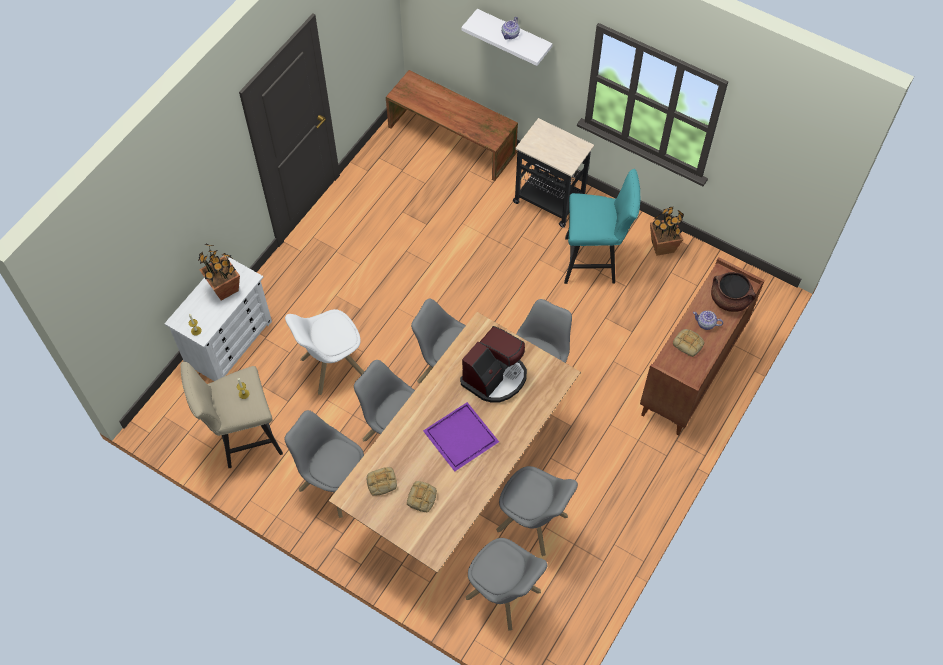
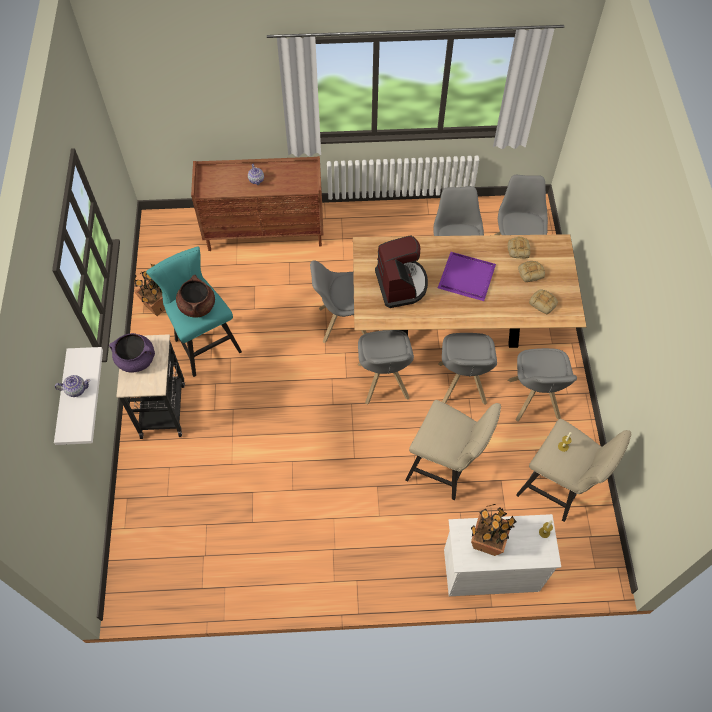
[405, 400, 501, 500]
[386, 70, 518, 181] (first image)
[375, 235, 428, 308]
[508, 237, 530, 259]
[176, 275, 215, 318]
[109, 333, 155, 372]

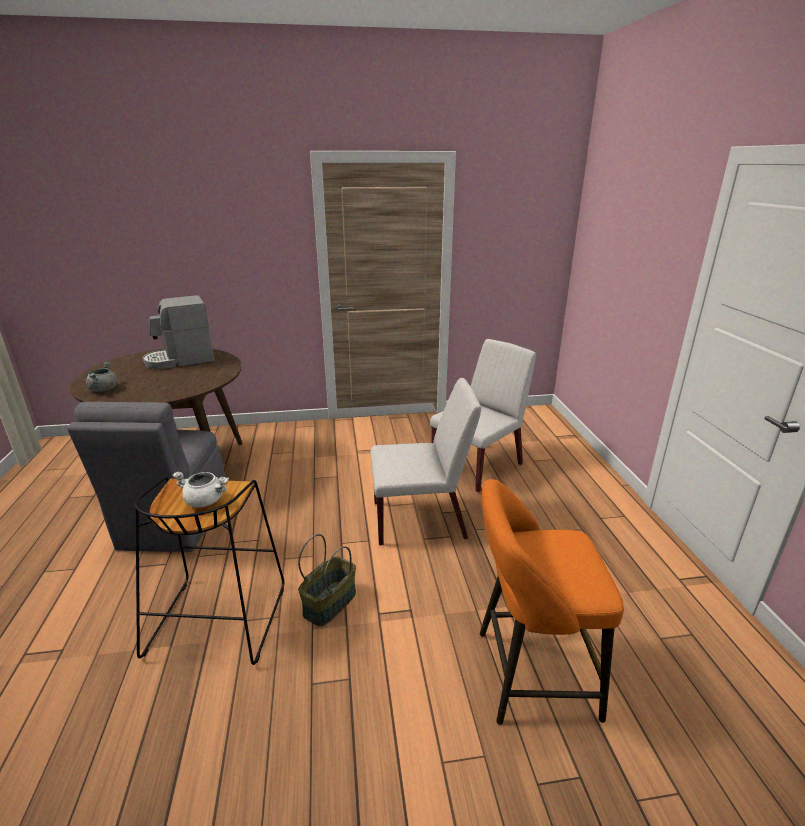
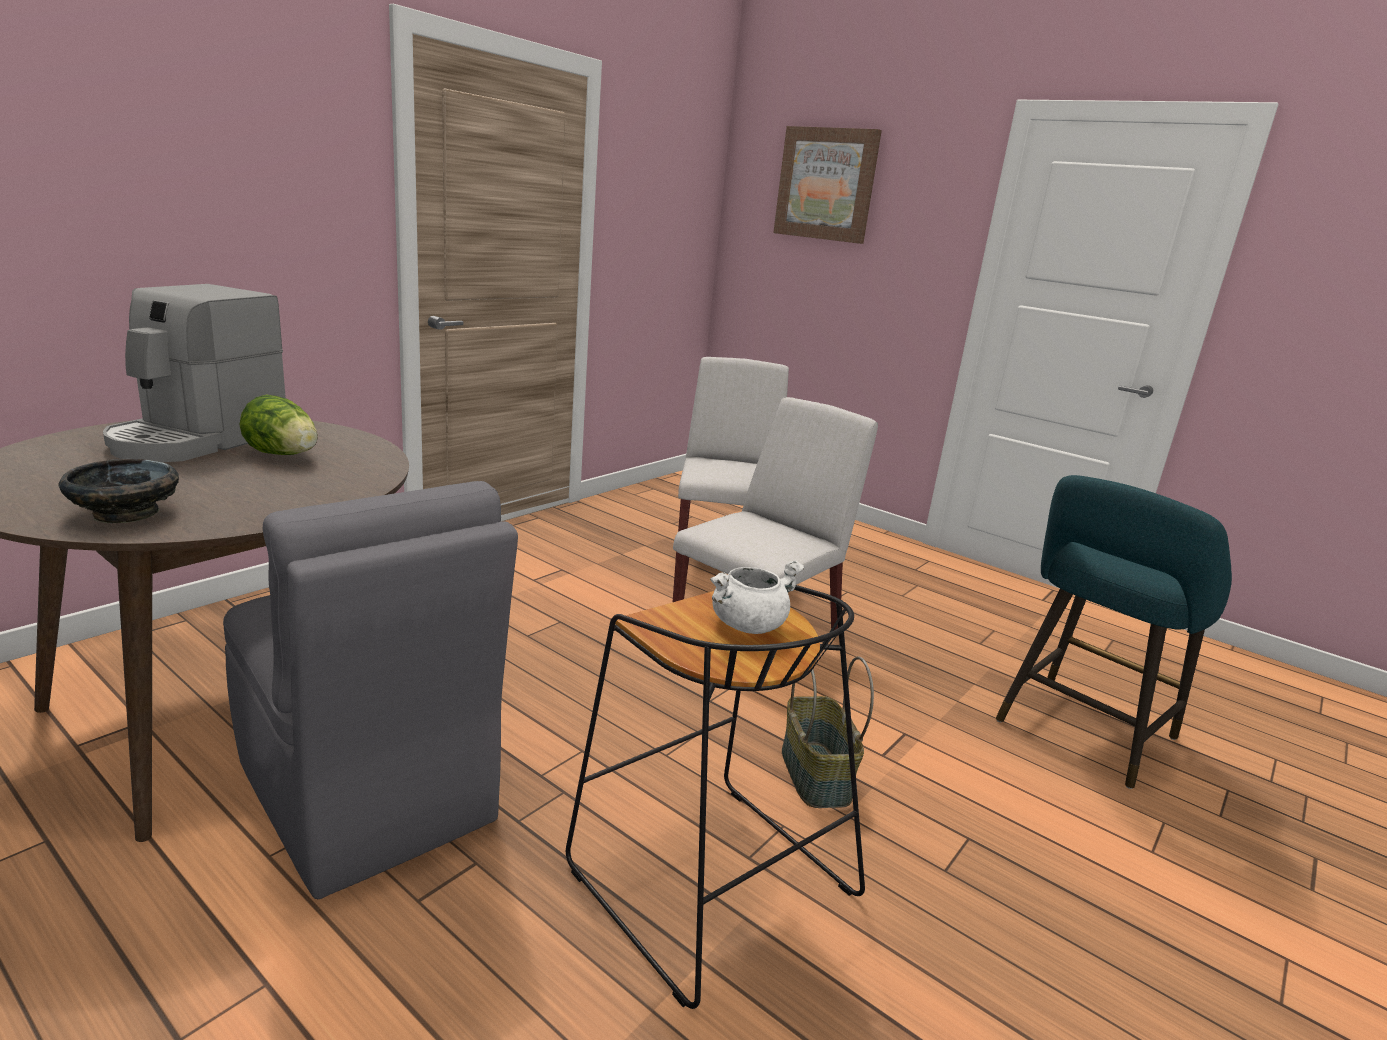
[58, 459, 179, 524]
[996, 475, 1232, 789]
[239, 394, 318, 455]
[773, 126, 882, 244]

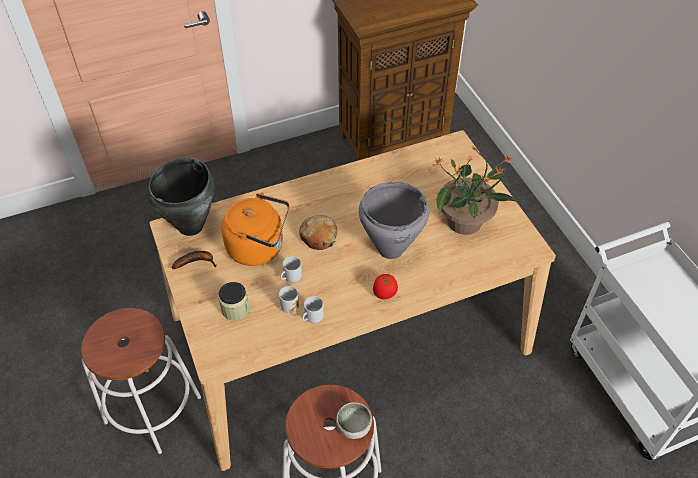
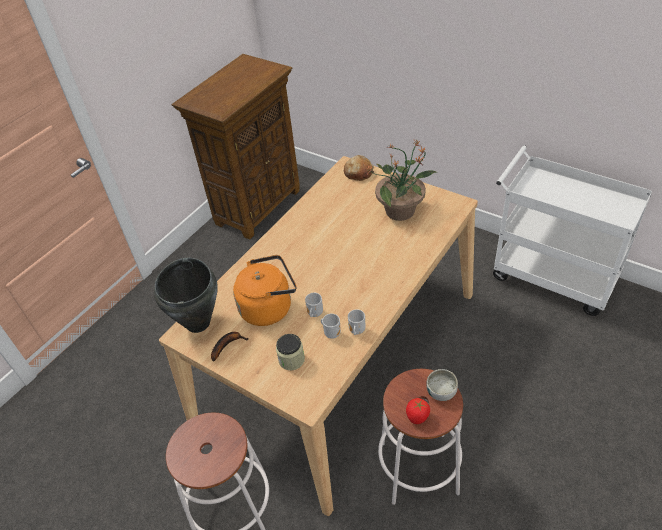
[344, 155, 374, 181]
[359, 182, 429, 259] (first image)
[406, 398, 430, 424]

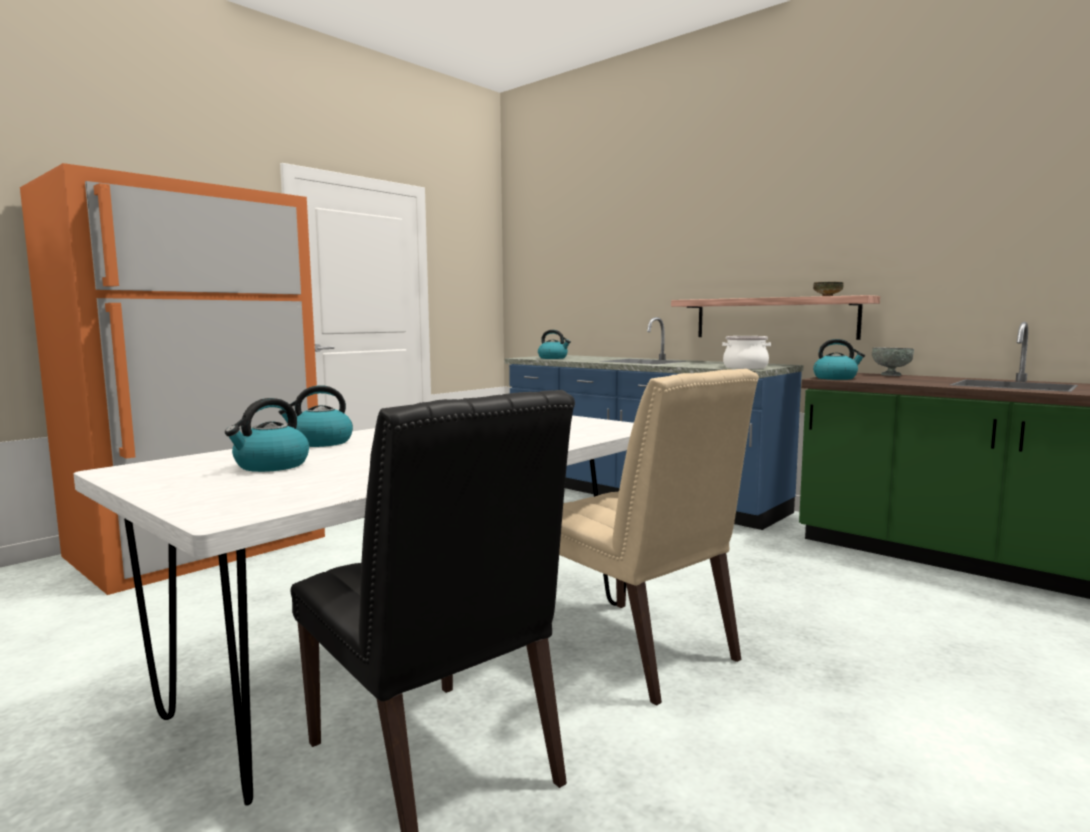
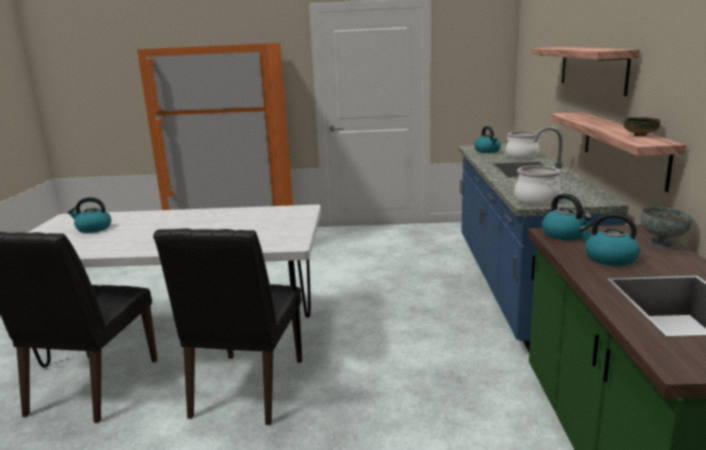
[579, 213, 640, 266]
[153, 229, 302, 425]
[506, 131, 539, 159]
[531, 47, 640, 96]

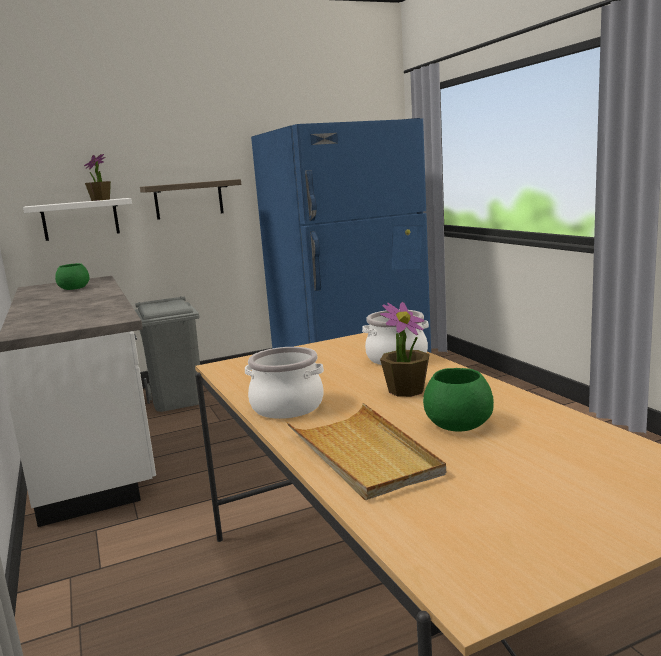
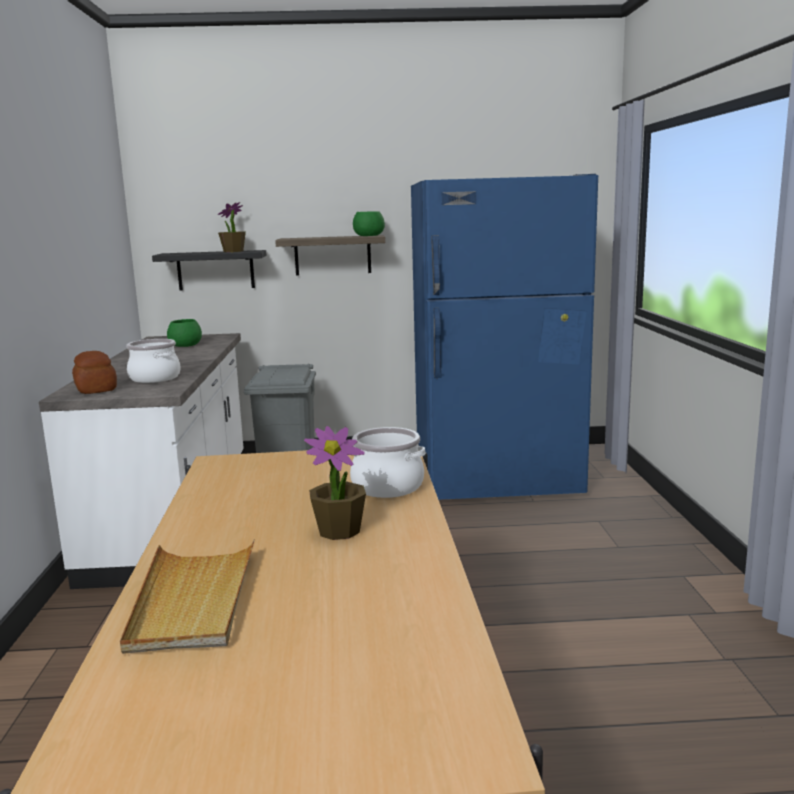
[152, 250, 267, 290]
[126, 339, 181, 383]
[353, 211, 385, 236]
[72, 351, 117, 394]

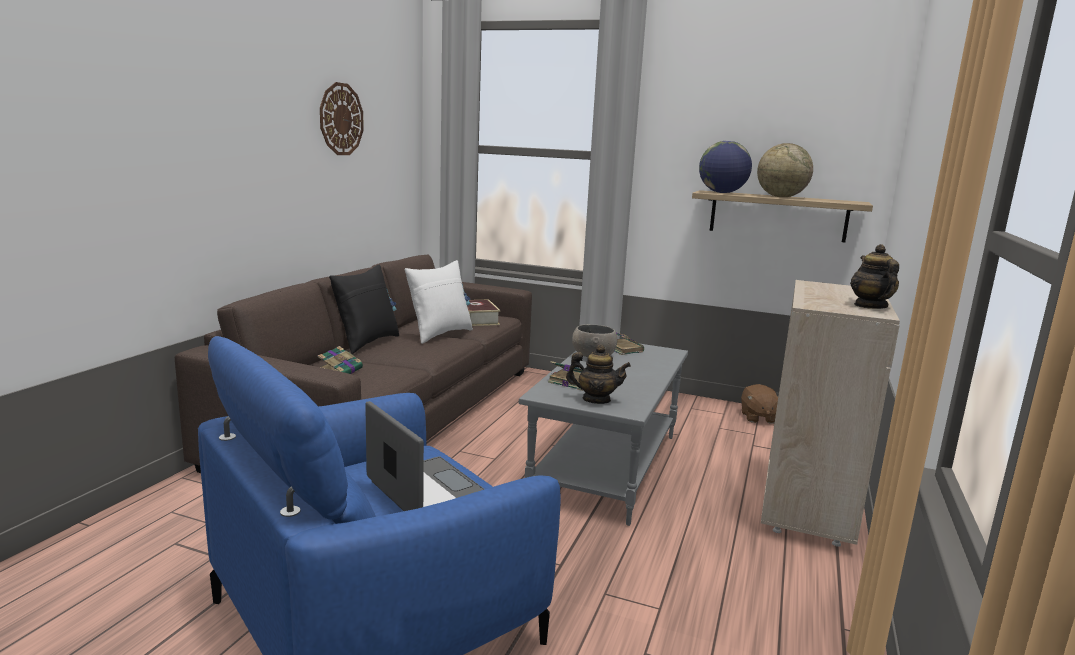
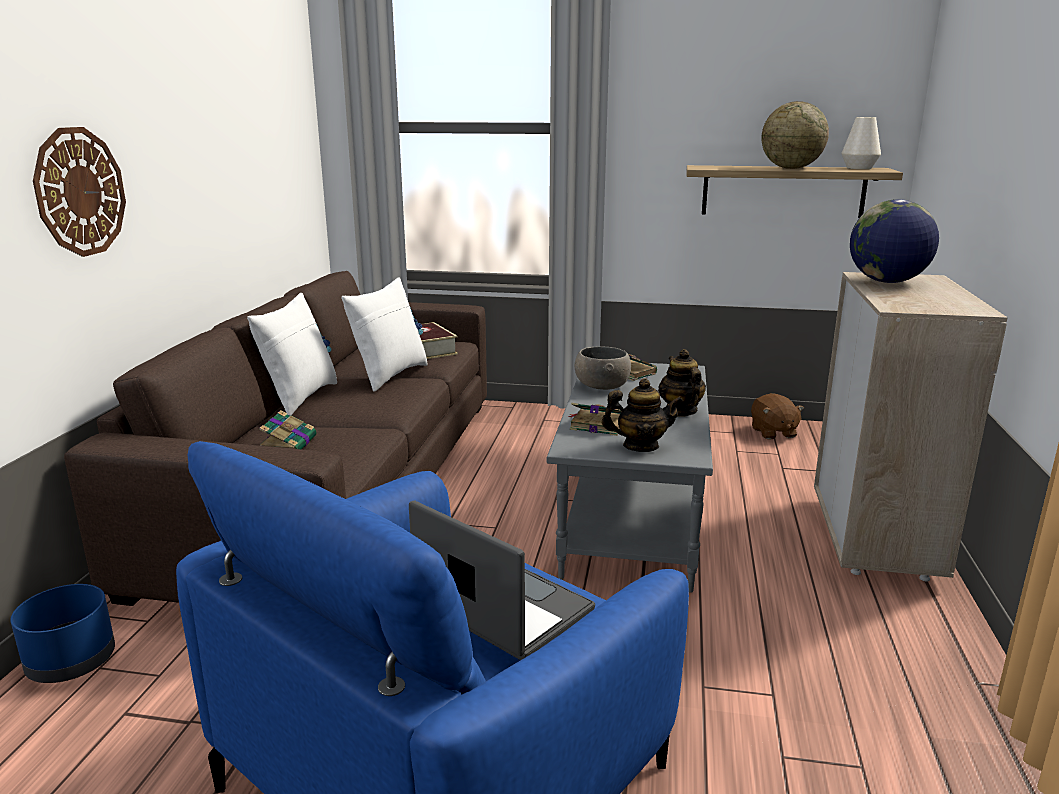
[33, 127, 126, 257]
[247, 293, 337, 416]
[850, 199, 939, 283]
[658, 349, 706, 417]
[10, 584, 115, 683]
[842, 117, 881, 169]

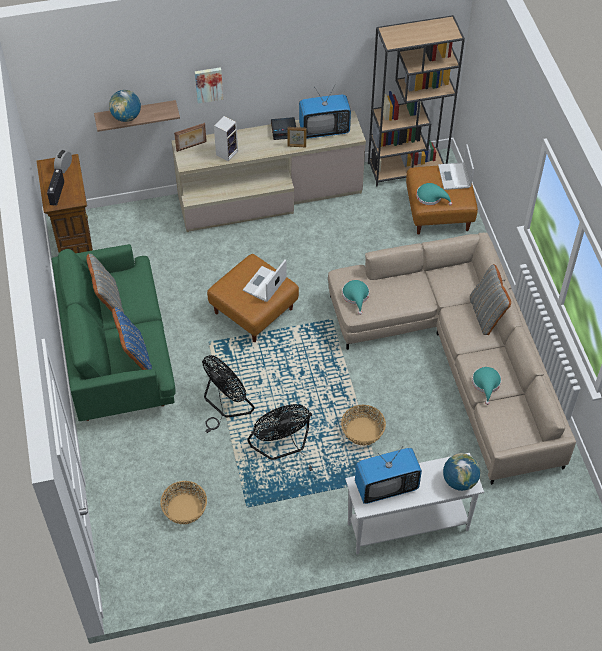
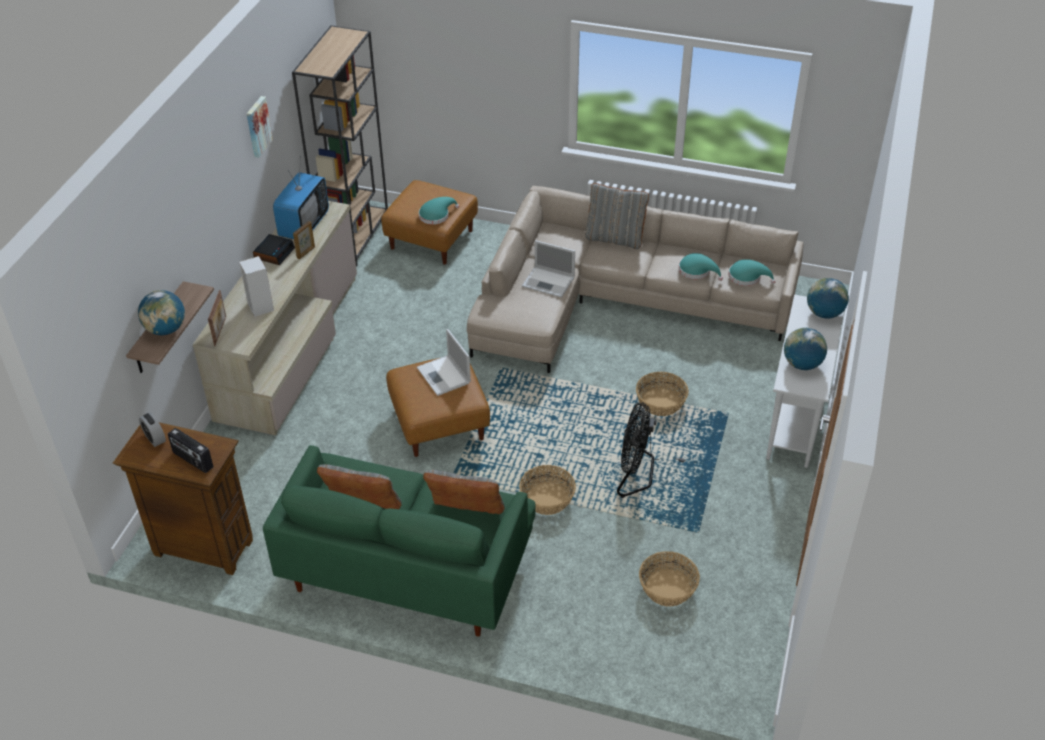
[423, 470, 505, 514]
[246, 96, 273, 158]
[519, 465, 576, 515]
[728, 259, 776, 286]
[784, 328, 827, 370]
[522, 240, 575, 298]

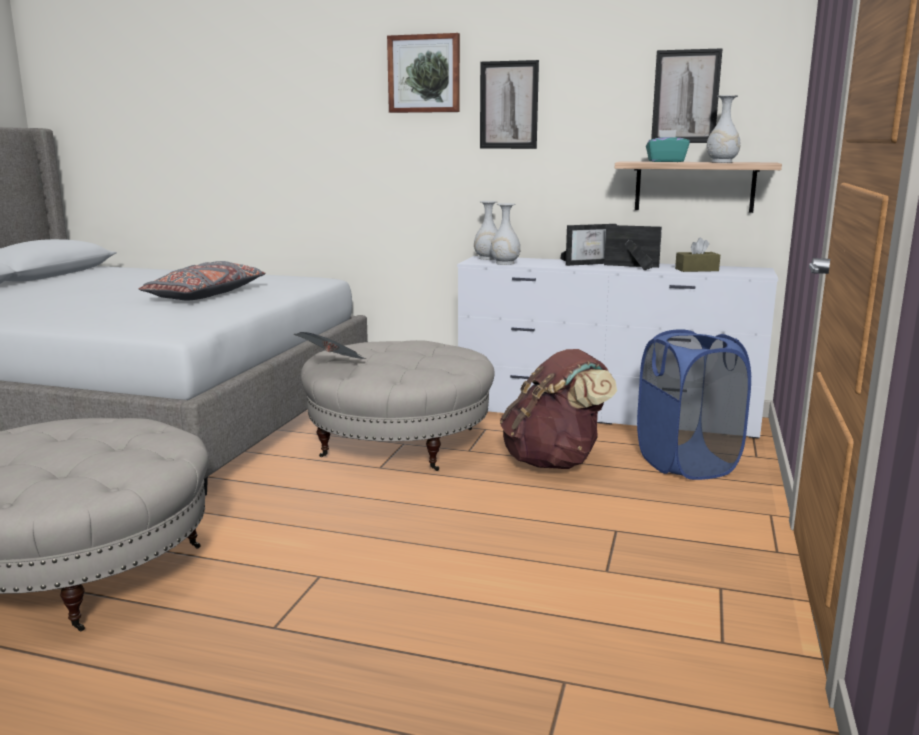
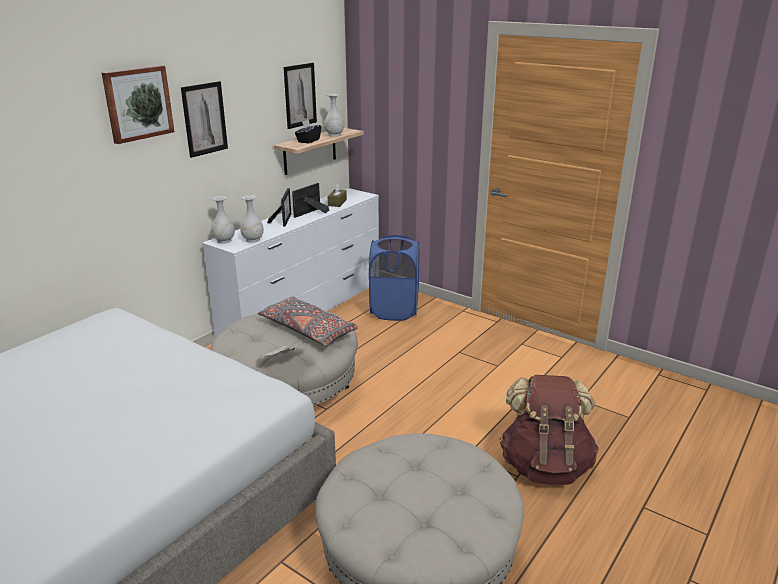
[258, 297, 358, 346]
[499, 375, 599, 485]
[295, 119, 321, 144]

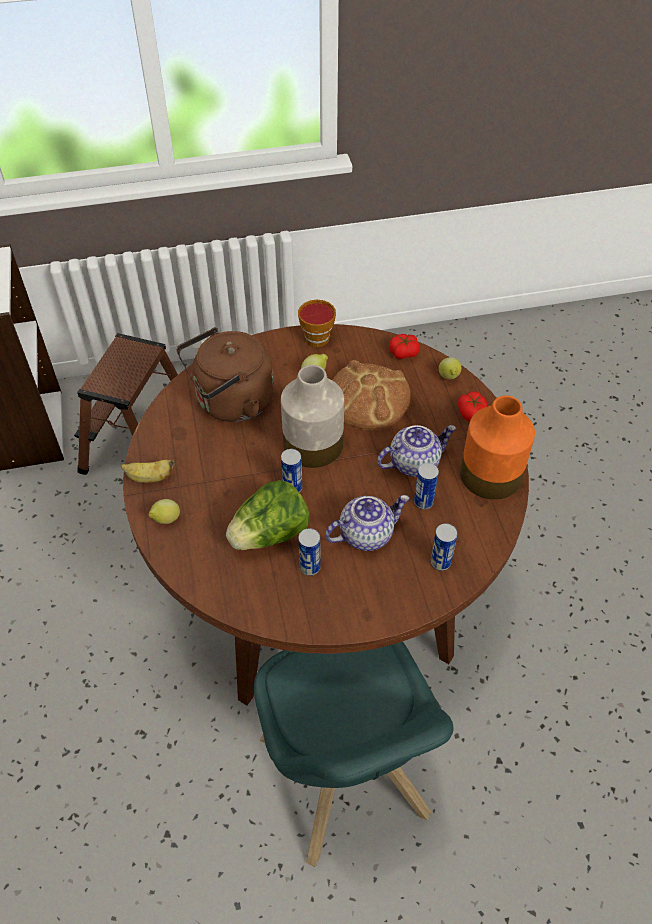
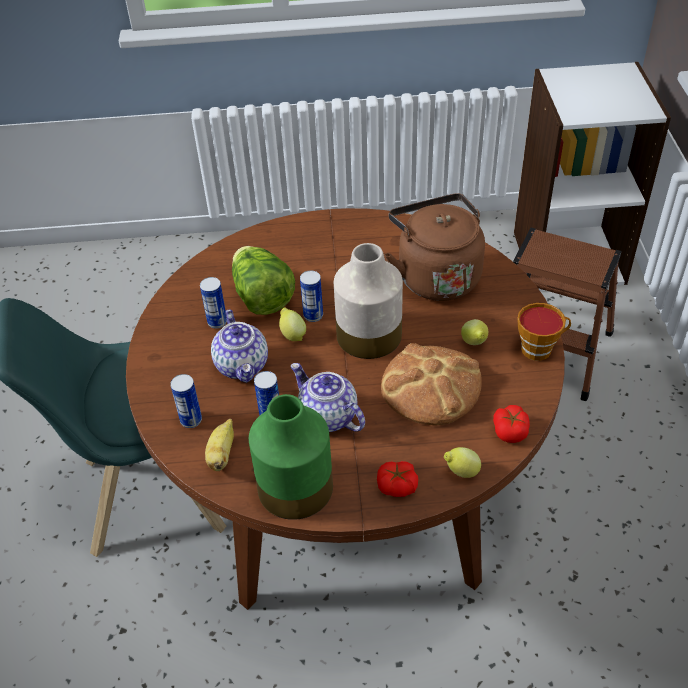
[205, 419, 234, 471]
[279, 307, 306, 341]
[291, 363, 365, 432]
[249, 394, 333, 520]

